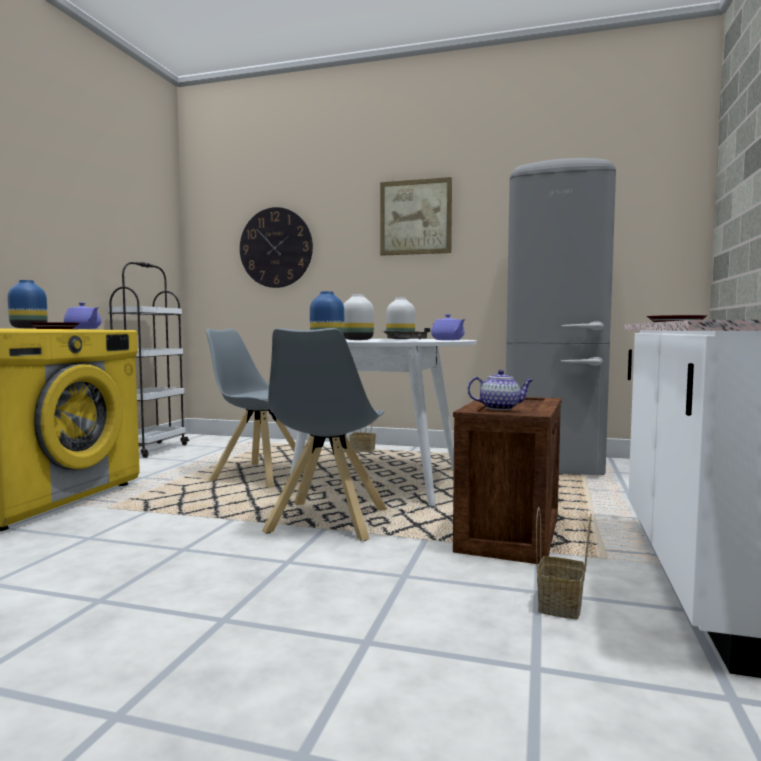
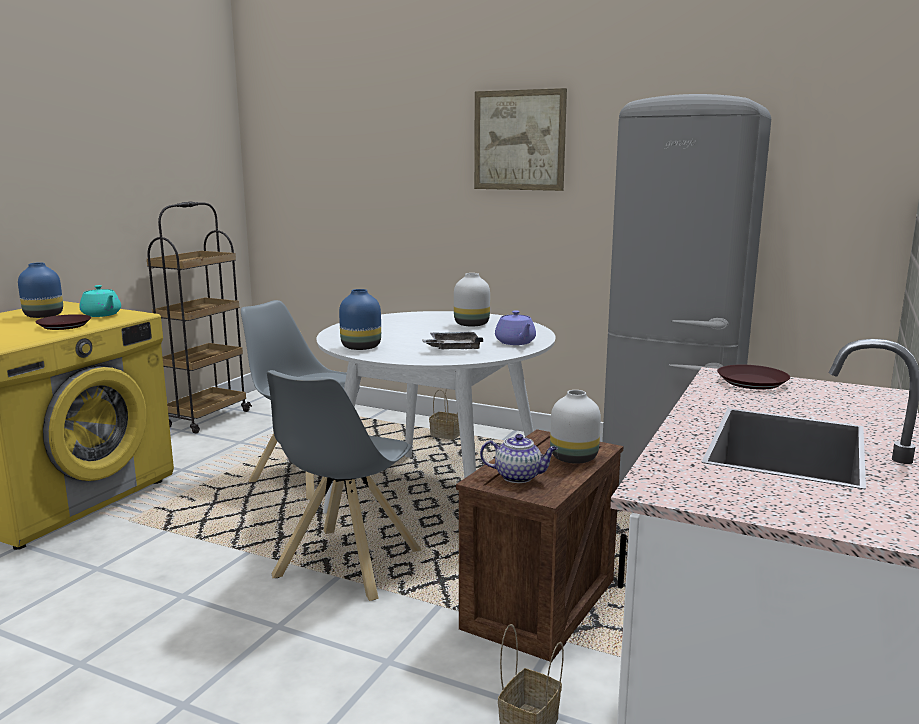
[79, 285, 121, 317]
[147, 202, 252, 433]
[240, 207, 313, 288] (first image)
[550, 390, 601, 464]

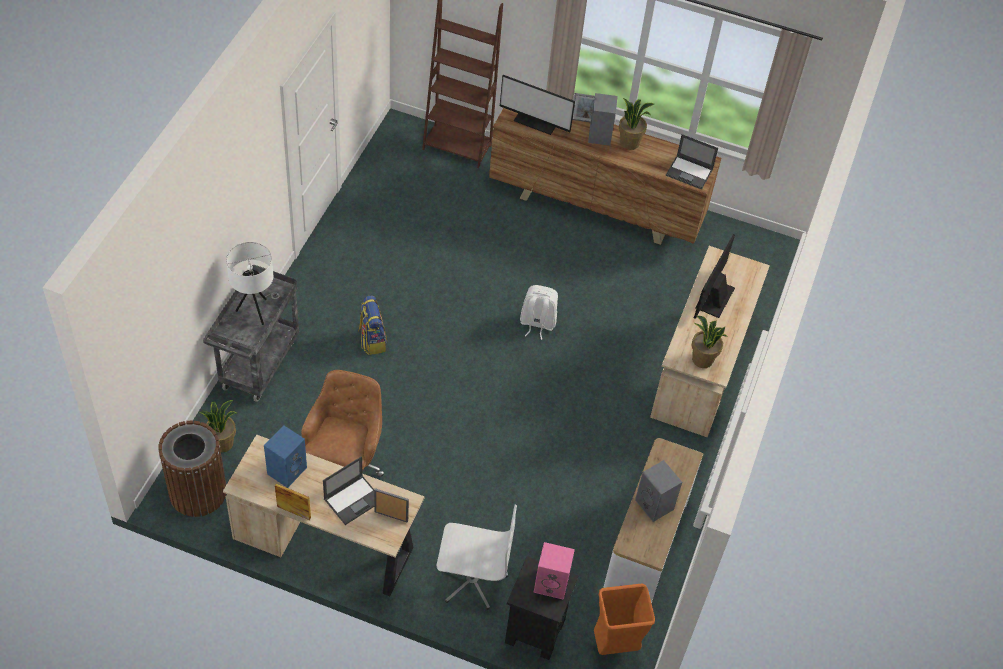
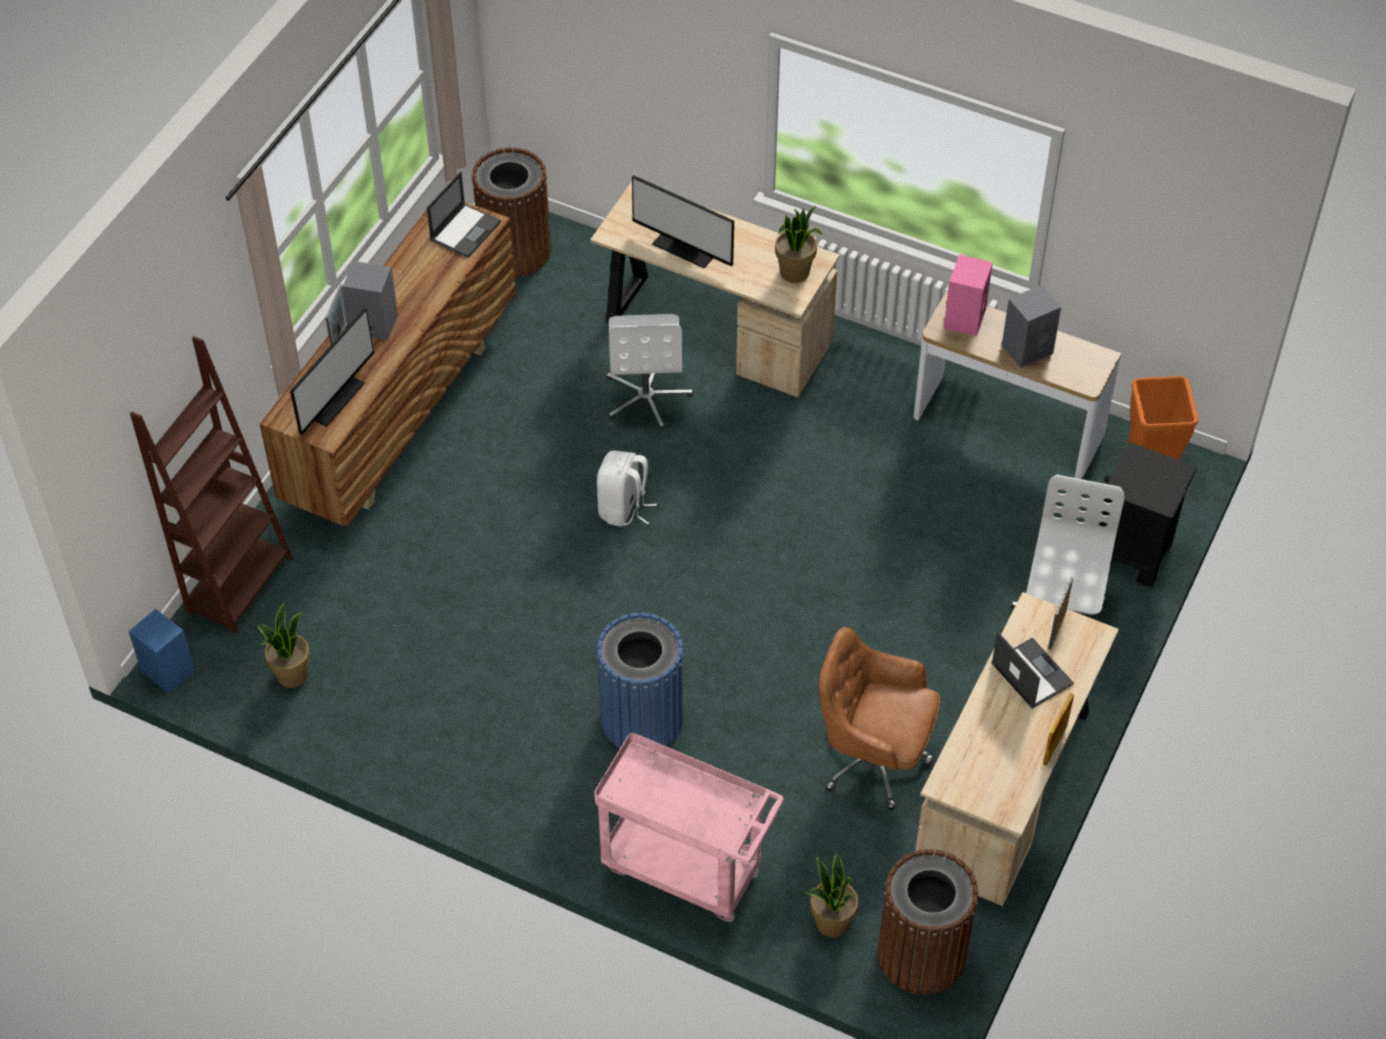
[594, 733, 784, 922]
[226, 242, 280, 325] (first image)
[128, 609, 195, 694]
[597, 612, 684, 748]
[944, 254, 993, 336]
[257, 602, 310, 688]
[472, 147, 551, 277]
[607, 314, 693, 430]

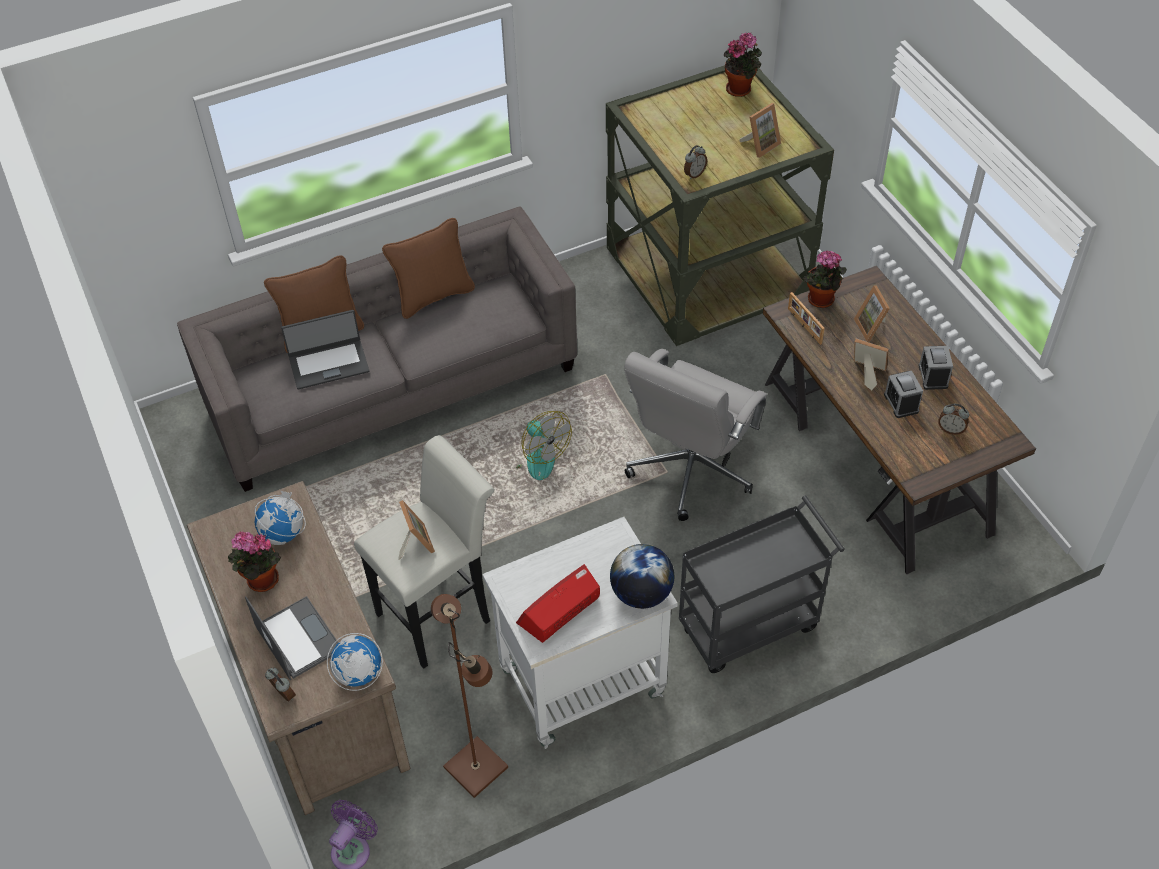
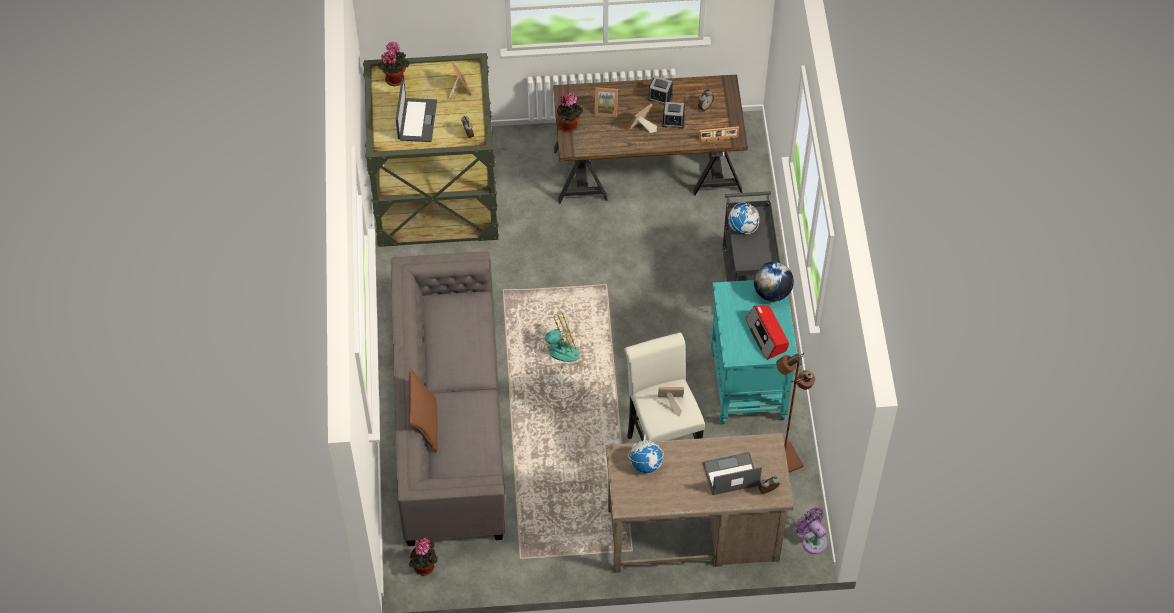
[409, 538, 438, 576]
[396, 78, 437, 142]
[728, 202, 759, 234]
[382, 218, 475, 319] (first image)
[710, 280, 797, 424]
[624, 349, 767, 521] (first image)
[699, 126, 739, 142]

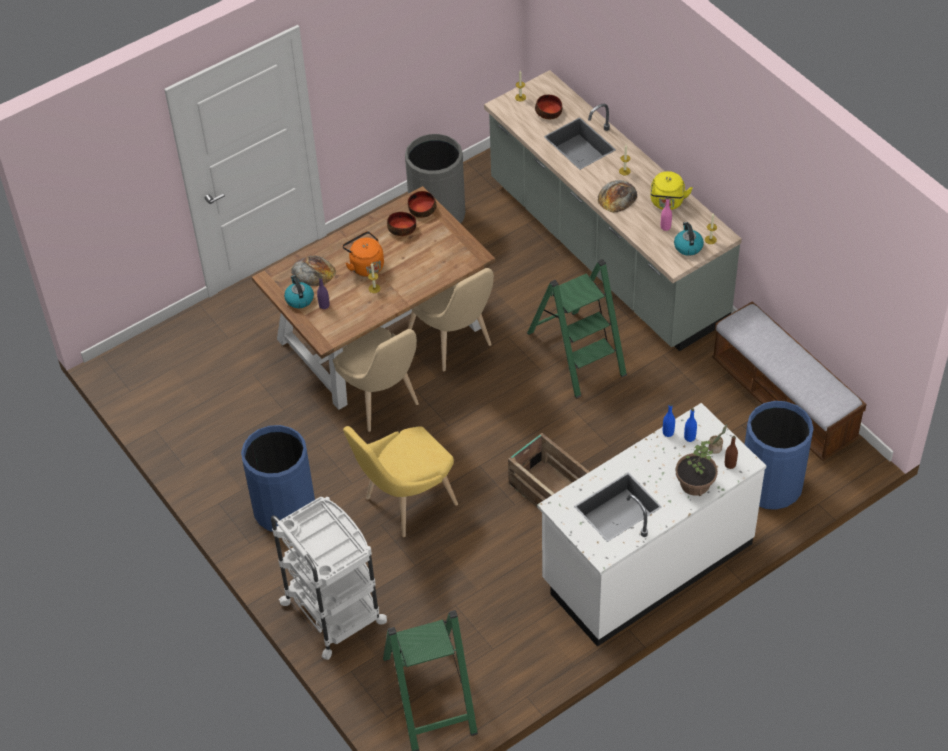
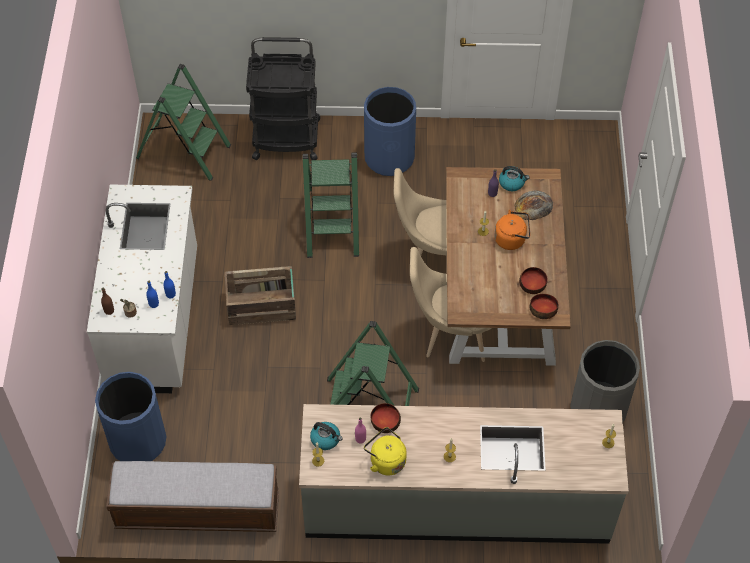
[246, 37, 320, 160]
[302, 152, 359, 258]
[370, 403, 401, 433]
[598, 180, 637, 213] (first image)
[675, 441, 718, 496] (first image)

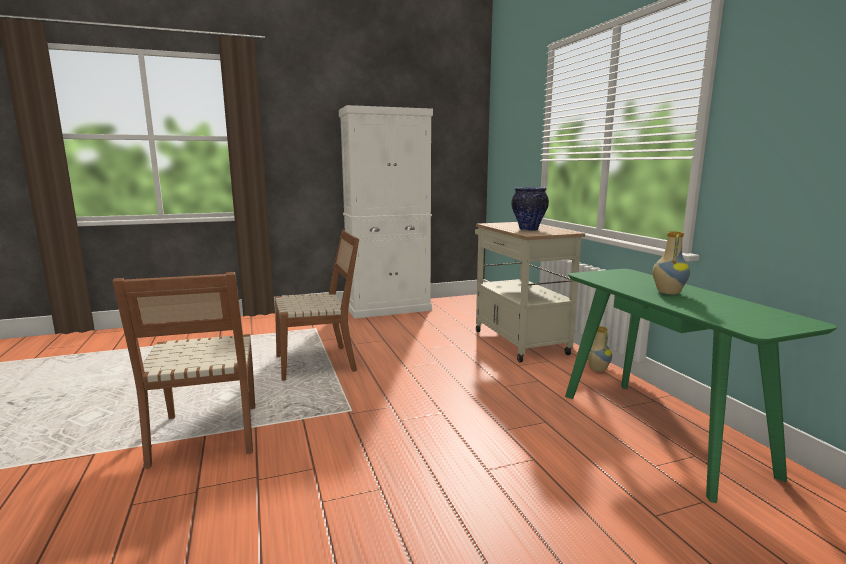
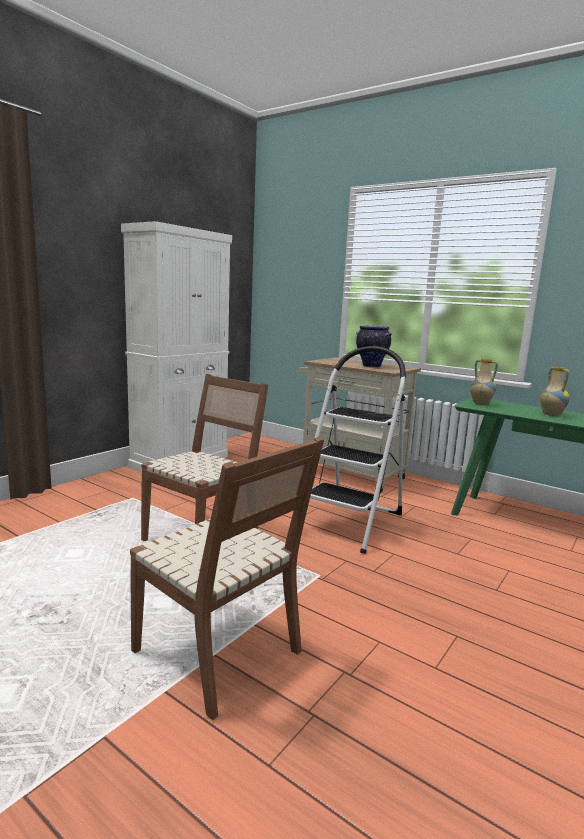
[470, 359, 498, 405]
[310, 346, 406, 554]

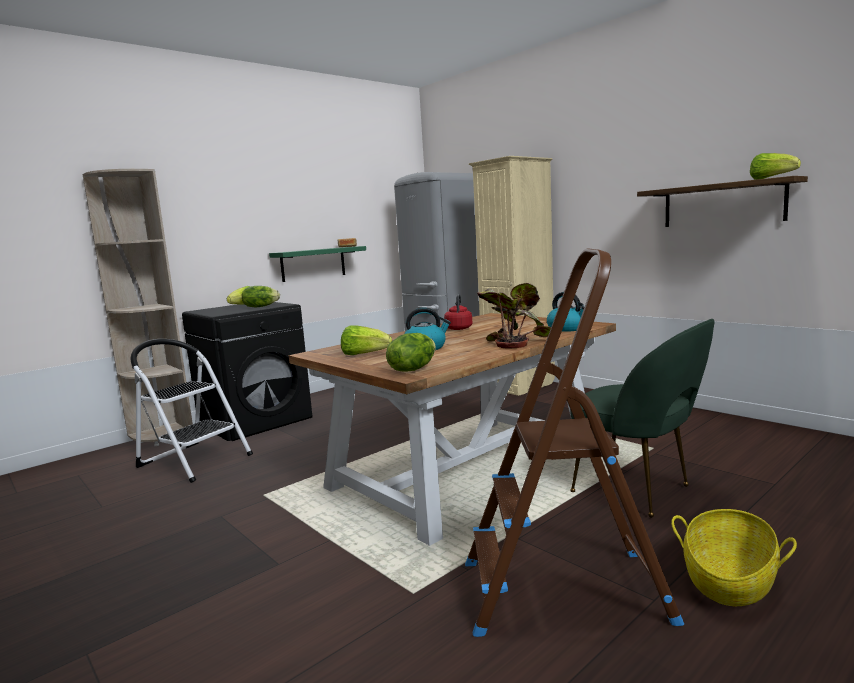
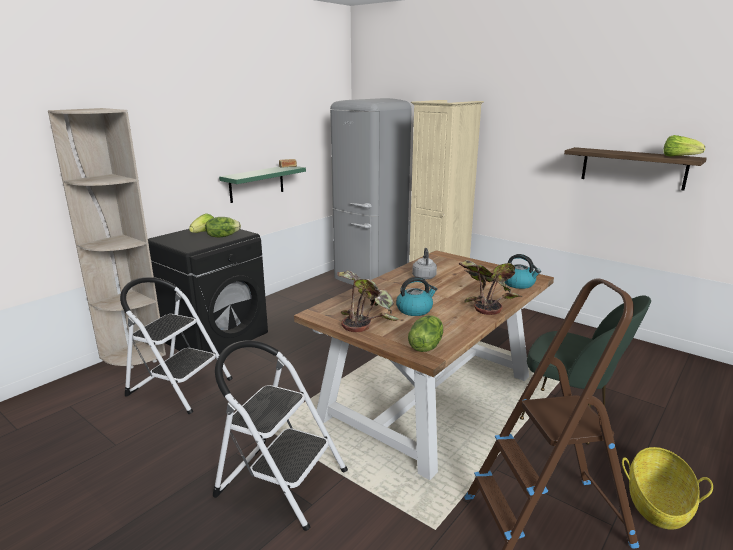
[337, 270, 399, 332]
[412, 248, 437, 280]
[213, 340, 348, 531]

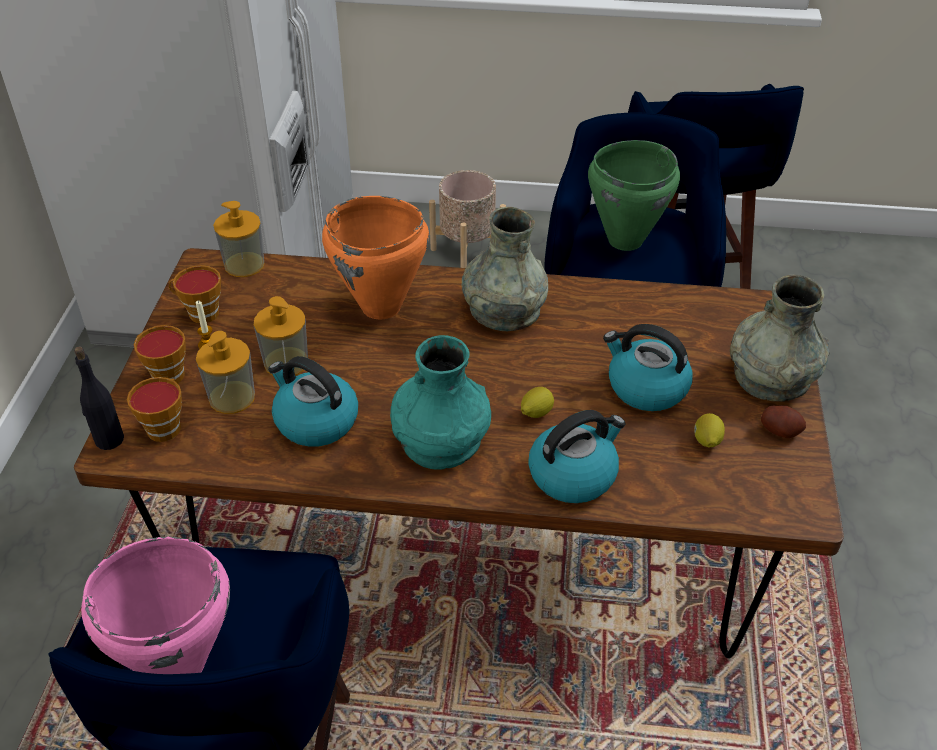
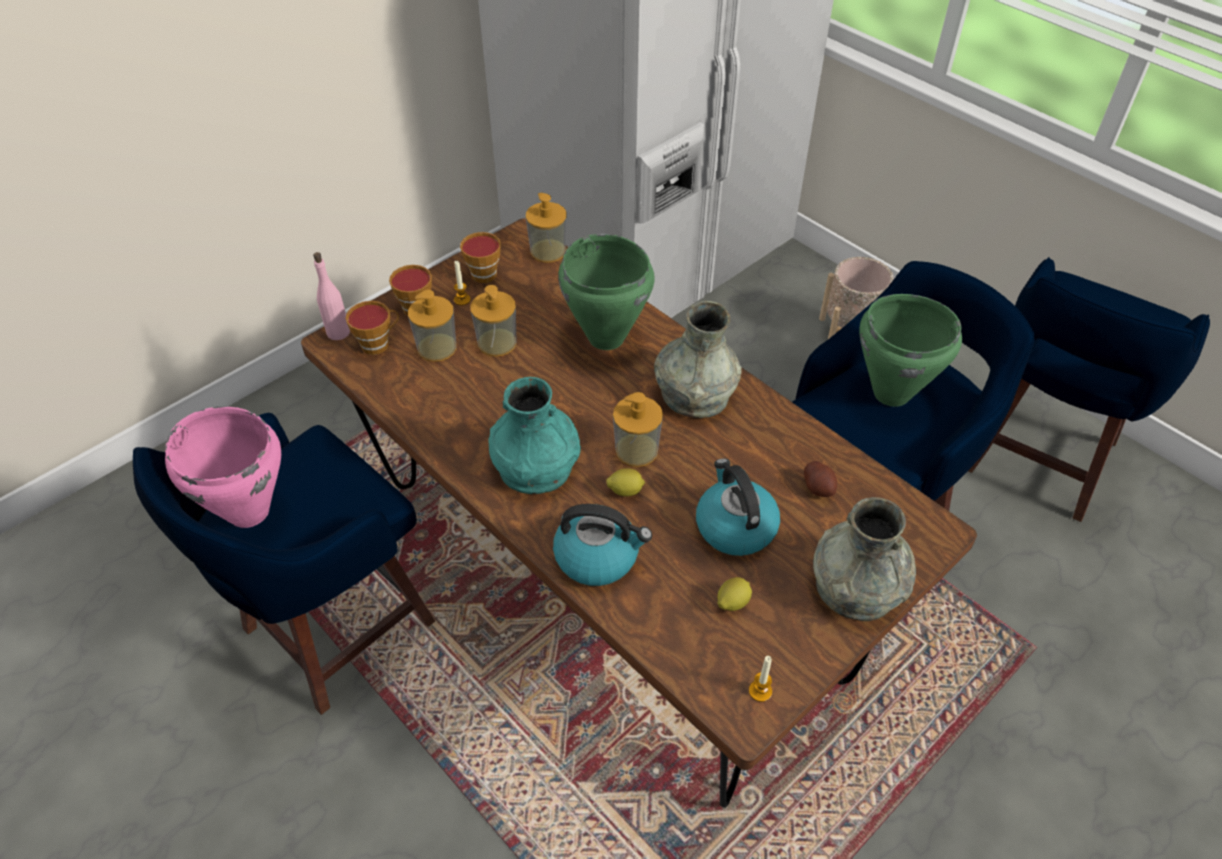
[313, 252, 350, 340]
[268, 356, 358, 447] (first image)
[558, 234, 654, 350]
[804, 461, 837, 497]
[613, 392, 663, 467]
[749, 656, 772, 702]

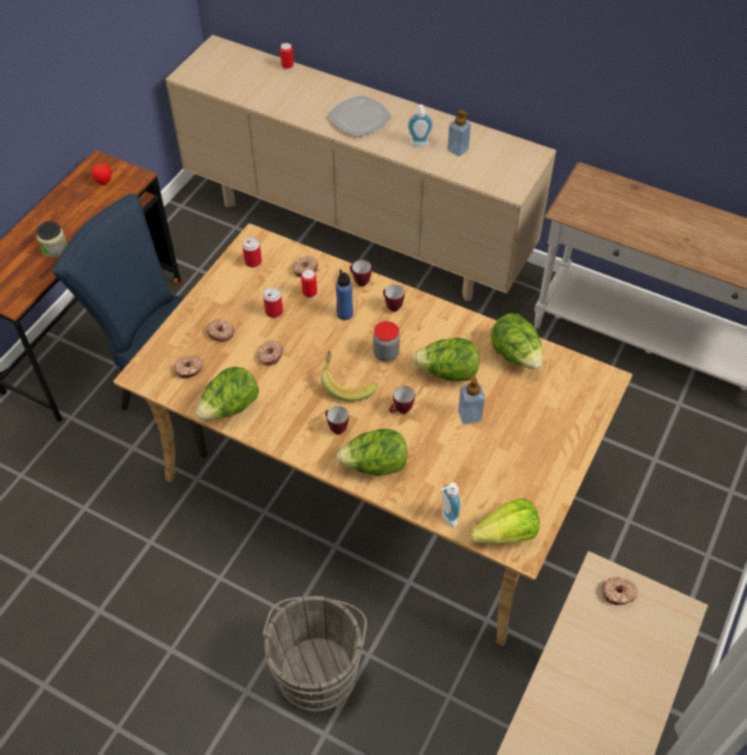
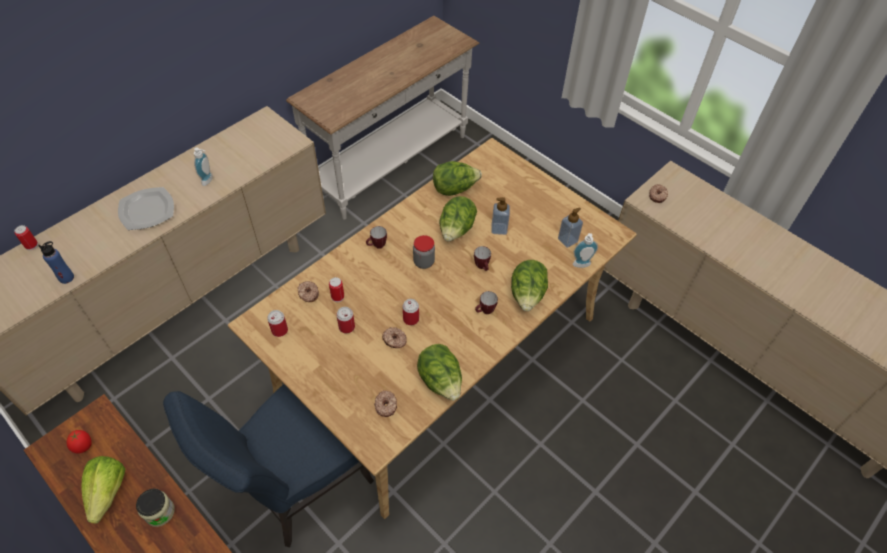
[206, 320, 235, 342] (first image)
[263, 596, 367, 713] (first image)
[321, 351, 378, 402] (first image)
[38, 241, 74, 284]
[350, 260, 372, 287] (first image)
[558, 207, 583, 248]
[82, 456, 125, 524]
[403, 299, 419, 325]

